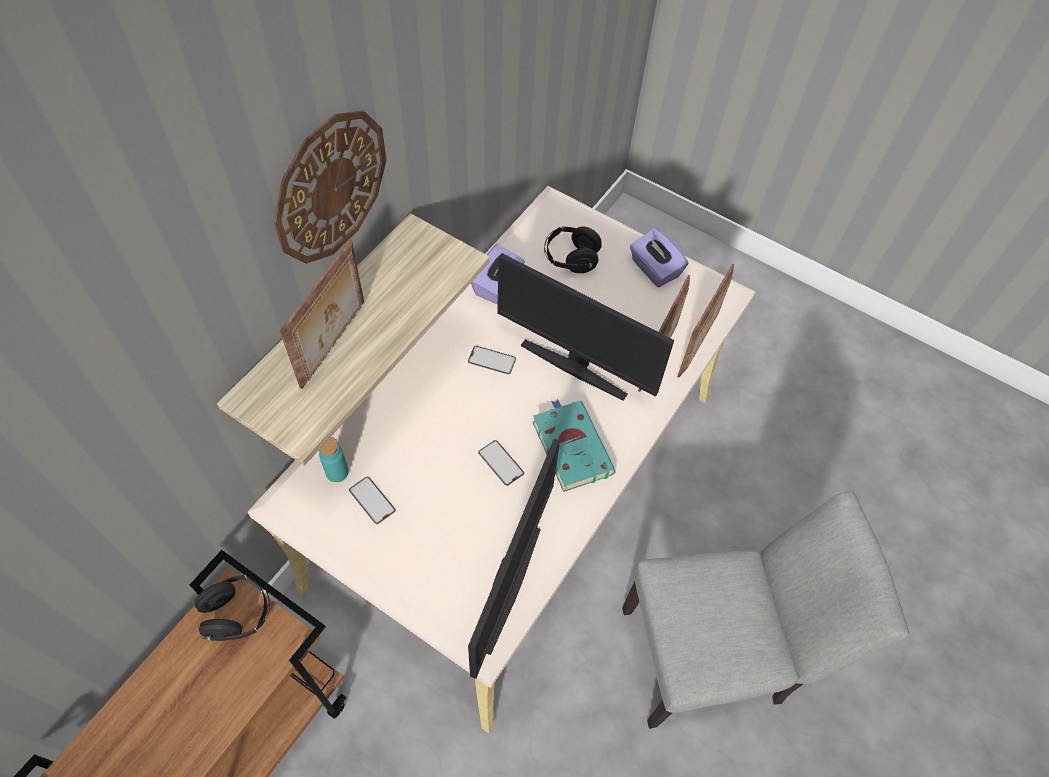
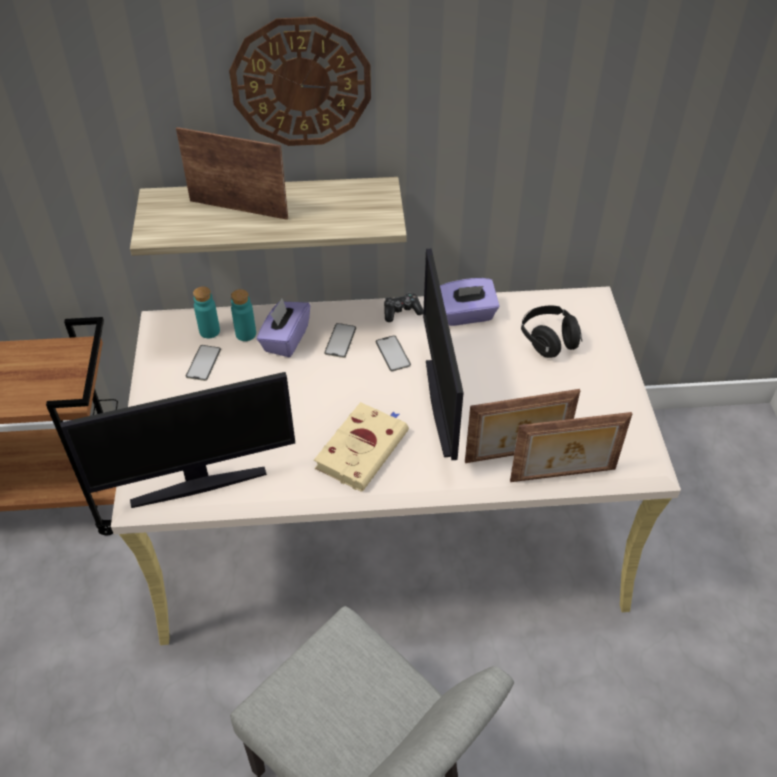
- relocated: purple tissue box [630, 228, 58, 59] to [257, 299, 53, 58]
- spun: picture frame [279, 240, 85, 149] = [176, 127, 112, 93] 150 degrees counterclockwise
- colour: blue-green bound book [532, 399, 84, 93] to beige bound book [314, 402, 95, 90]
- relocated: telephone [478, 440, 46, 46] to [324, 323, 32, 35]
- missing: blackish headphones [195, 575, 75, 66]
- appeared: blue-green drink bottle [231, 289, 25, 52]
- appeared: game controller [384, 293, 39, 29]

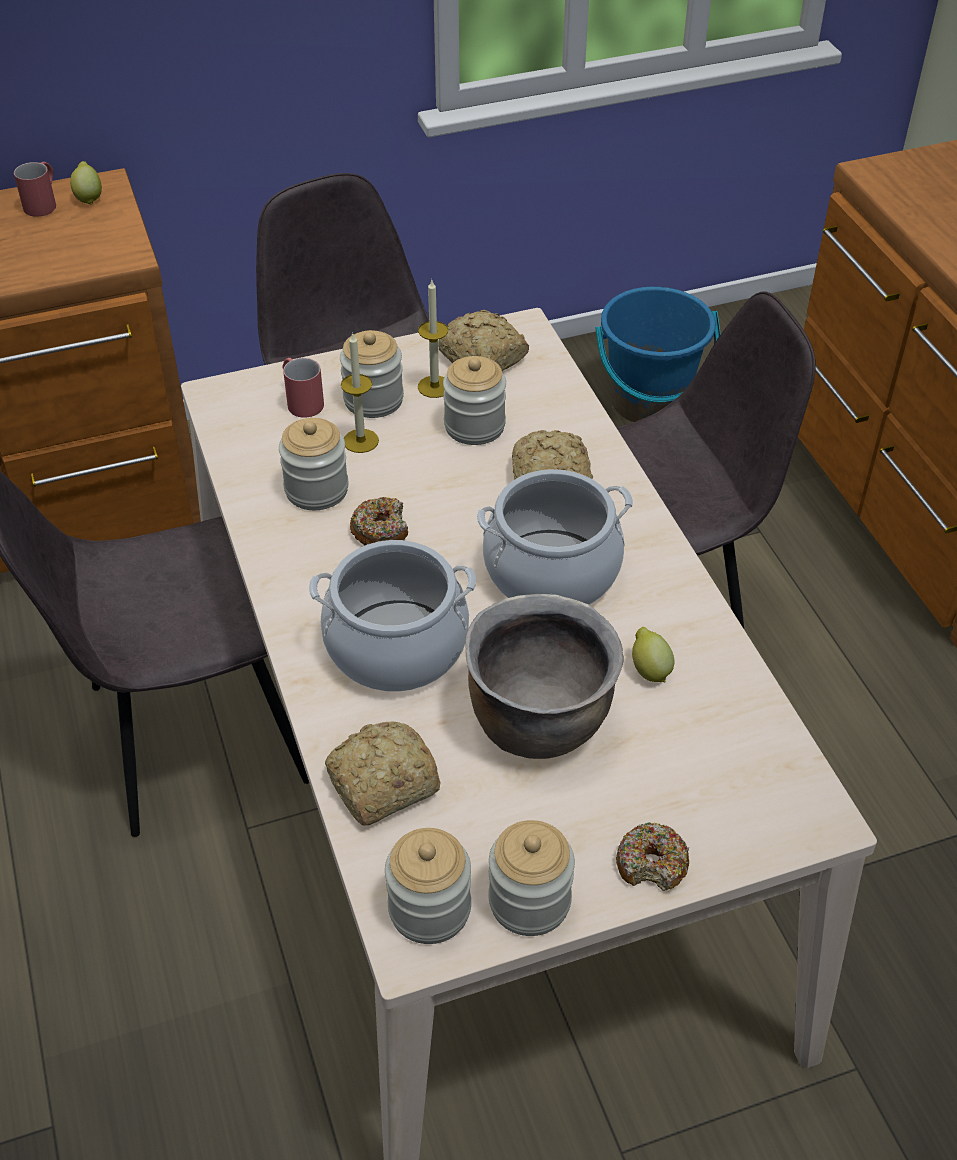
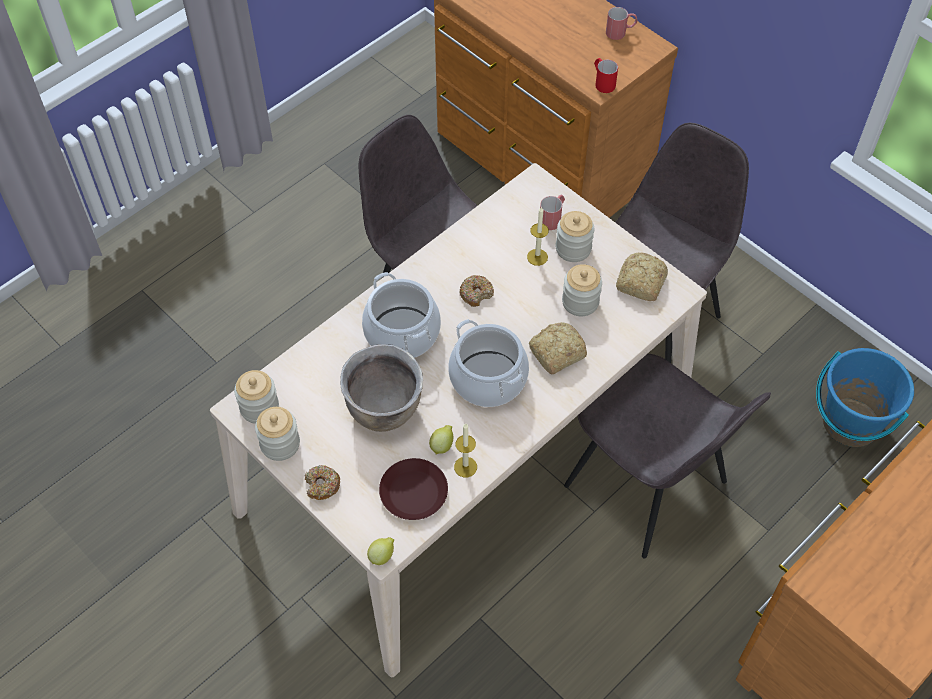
- relocated: whole lemon [70, 161, 32, 44] to [367, 537, 27, 28]
- relocated: candle [418, 280, 30, 118] to [454, 423, 23, 54]
- missing: jar [279, 418, 70, 92]
- missing: bakery bread [325, 722, 115, 104]
- appeared: reddish mug [594, 58, 24, 35]
- appeared: brown-coloured dinner plate [379, 458, 69, 62]

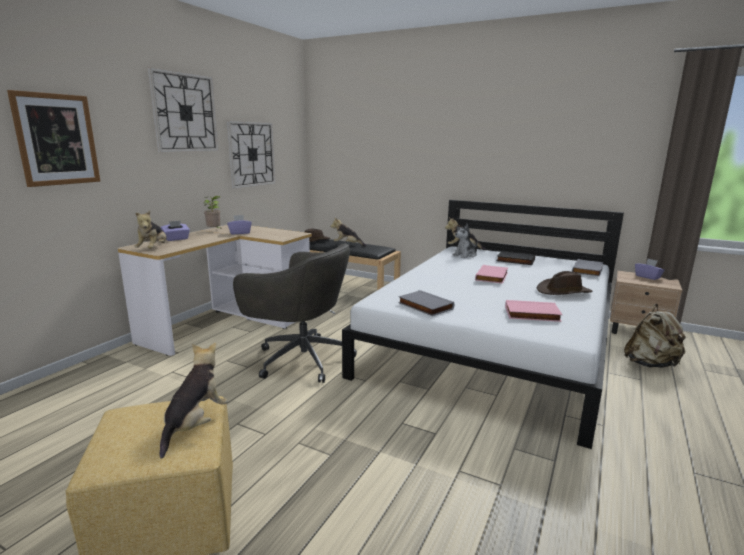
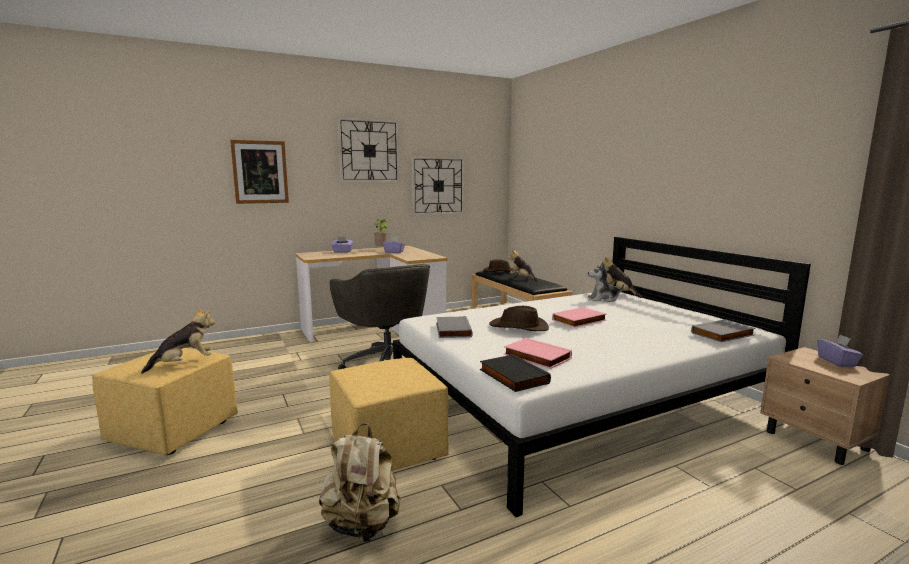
- missing: soft toy [134, 210, 33, 38]
- relocated: blackish bound book [496, 251, 39, 14] to [480, 354, 71, 38]
- relocated: brown-coloured clothing hat [537, 271, 55, 24] to [489, 306, 60, 25]
- relocated: beige knapsack [624, 303, 63, 65] to [319, 423, 81, 119]
- appeared: yellow-coloured footrest [330, 358, 119, 113]

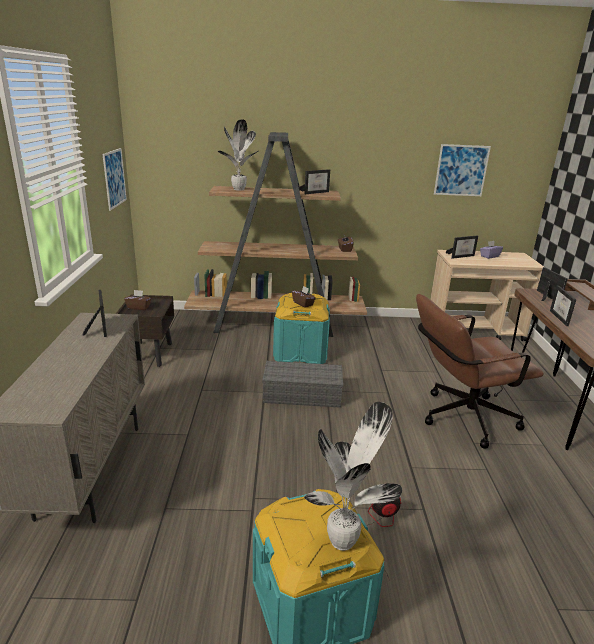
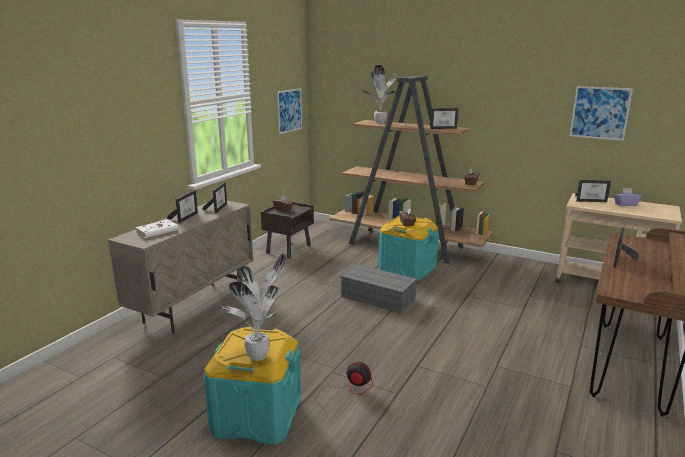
- relocated: picture frame [537, 267, 30, 34] to [167, 190, 31, 33]
- missing: brown-coloured office chair [416, 294, 128, 155]
- appeared: whitish bound book [135, 220, 44, 18]

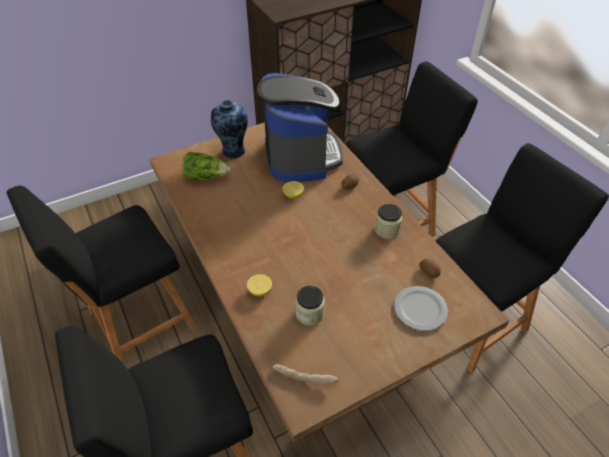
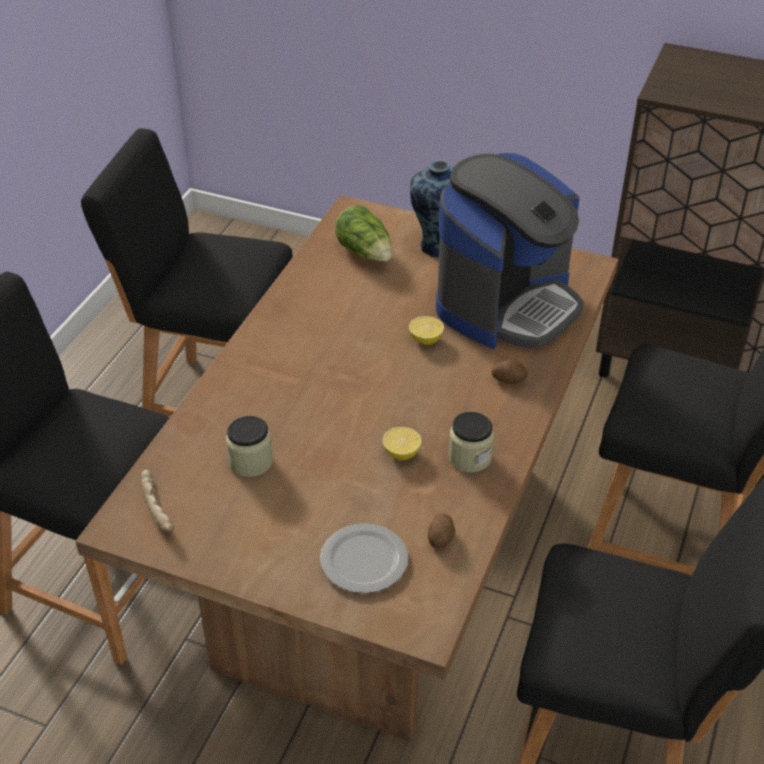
- relocated: whole lemon [247, 274, 25, 22] to [383, 427, 39, 33]

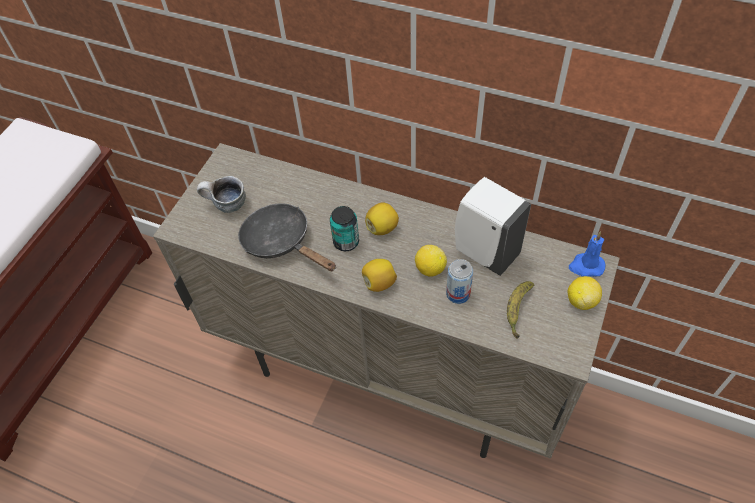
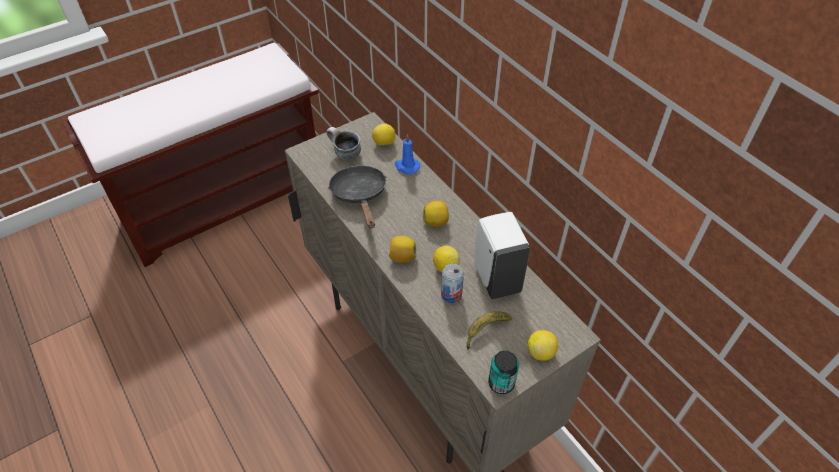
- relocated: metal can [330, 206, 29, 45] to [488, 351, 31, 43]
- relocated: blue candle [569, 232, 37, 45] to [395, 134, 25, 40]
- appeared: whole lemon [372, 123, 23, 22]

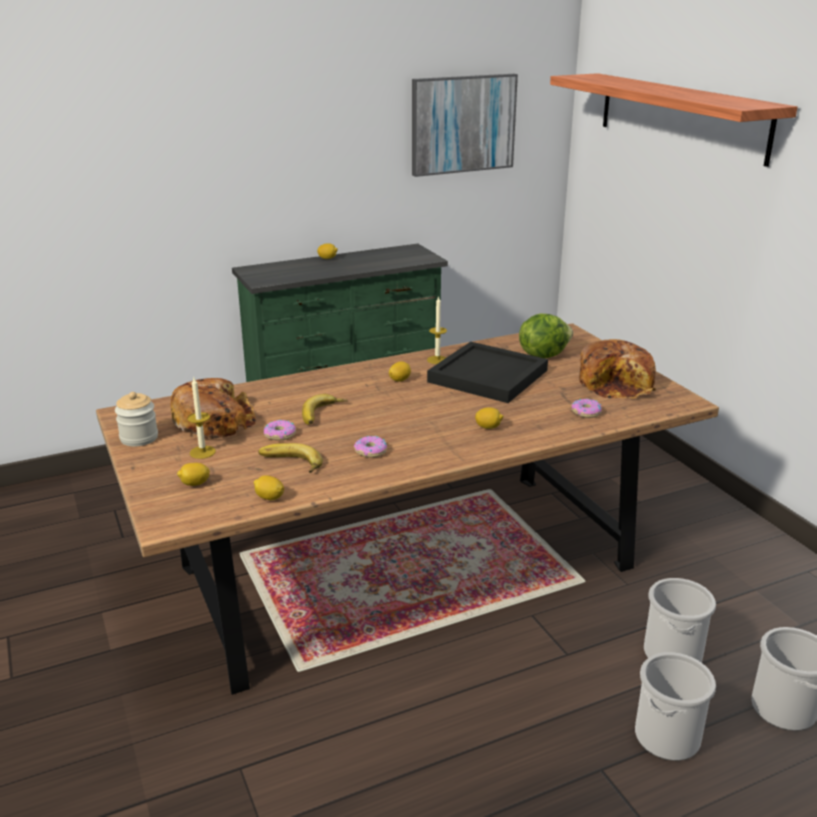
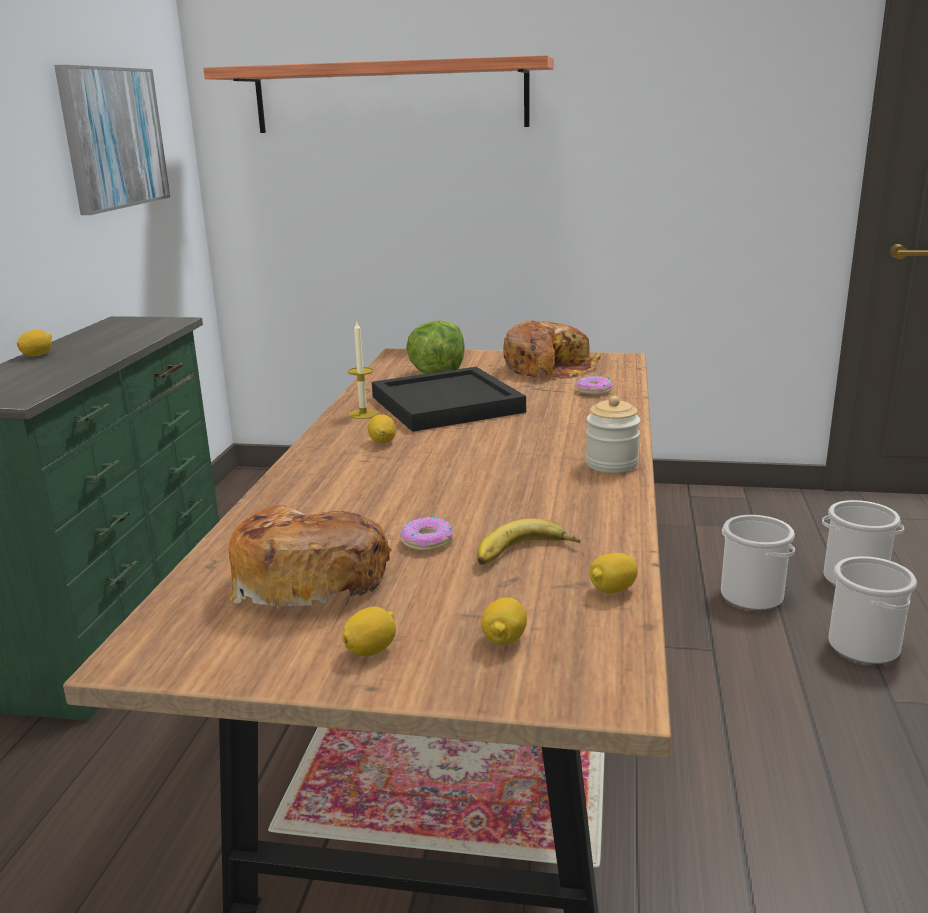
- missing: candle [187, 378, 29, 81]
- relocated: jar [115, 392, 43, 55] to [586, 396, 55, 77]
- missing: whole banana [302, 394, 46, 31]
- relocated: whole lemon [475, 408, 28, 21] to [342, 607, 54, 49]
- missing: doughnut [354, 436, 33, 22]

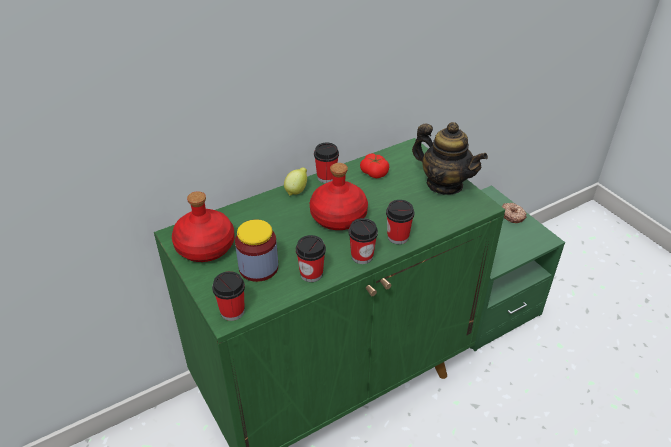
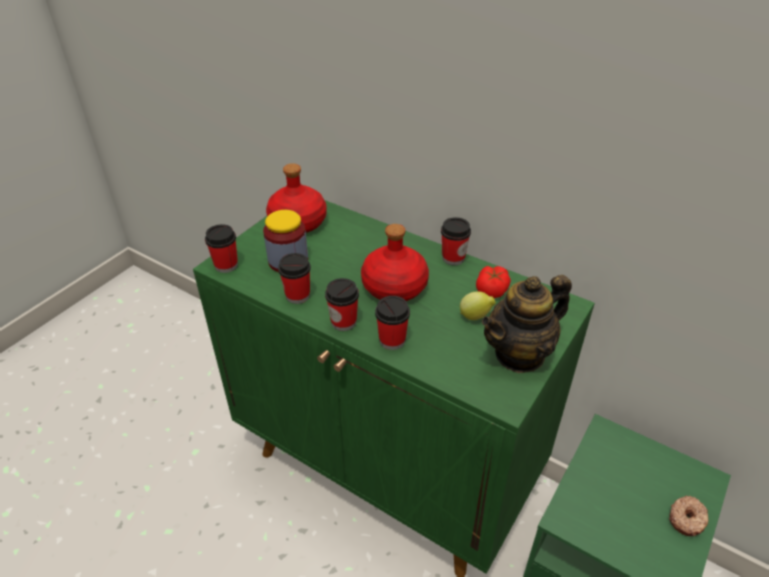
- spun: teapot [412, 122, 76, 73] = [482, 275, 90, 98] 45 degrees clockwise
- relocated: whole lemon [284, 168, 23, 28] to [460, 291, 36, 29]

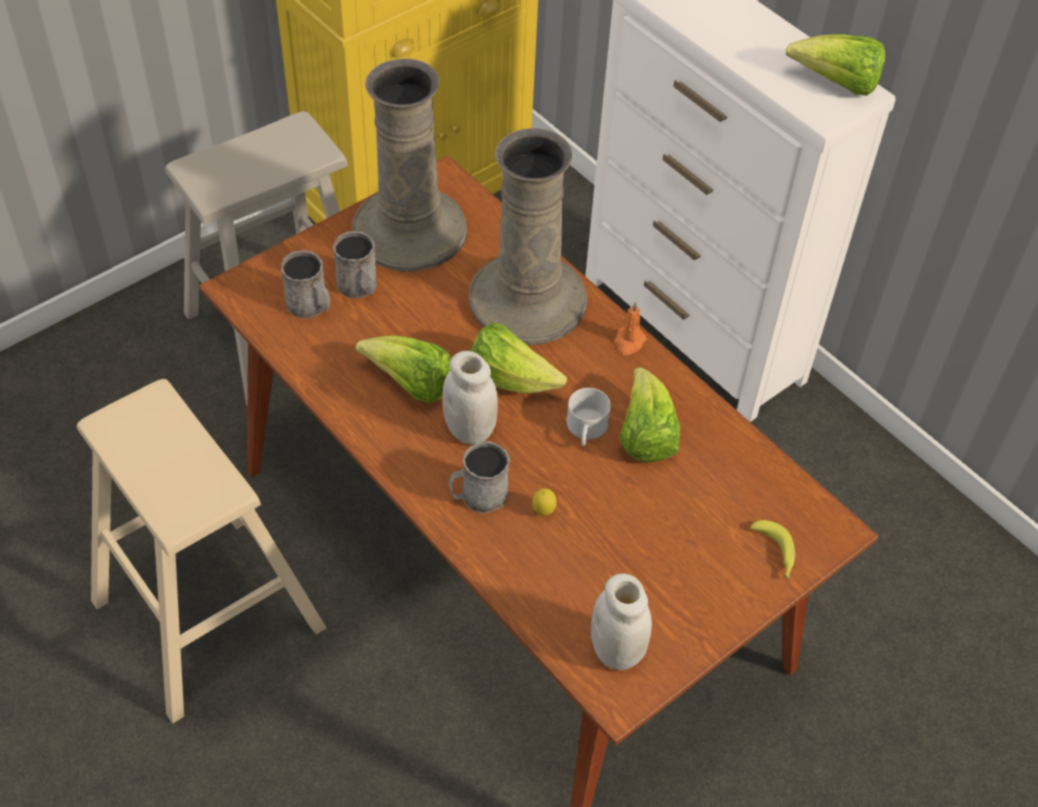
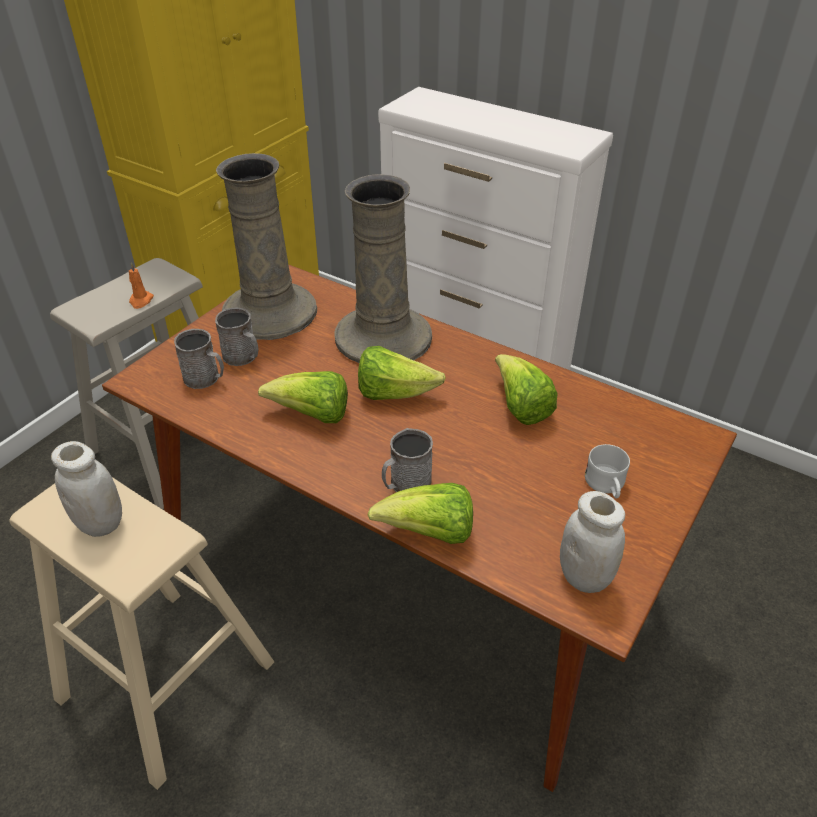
- relocated: lettuce head [786, 34, 99, 62] to [367, 483, 106, 61]
- relocated: orange candle [615, 301, 31, 54] to [128, 262, 26, 47]
- relocated: whitish jar [443, 351, 55, 93] to [51, 441, 71, 96]
- relocated: whitish mug [566, 388, 45, 58] to [585, 444, 45, 54]
- missing: whole lemon [532, 488, 25, 28]
- missing: whole banana [751, 520, 44, 59]

